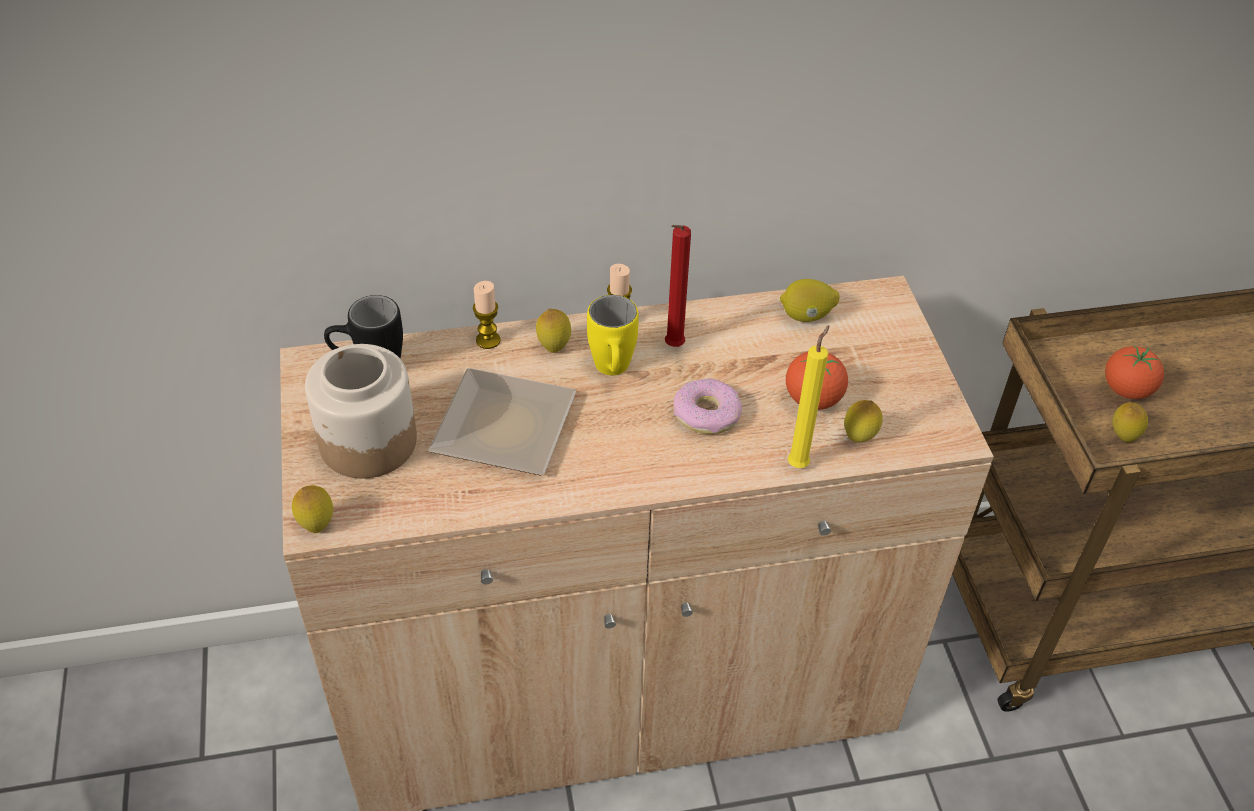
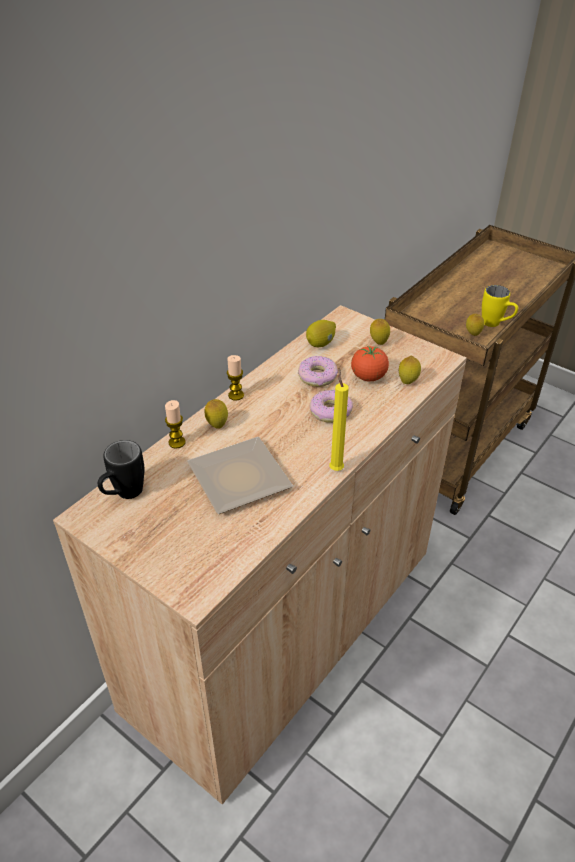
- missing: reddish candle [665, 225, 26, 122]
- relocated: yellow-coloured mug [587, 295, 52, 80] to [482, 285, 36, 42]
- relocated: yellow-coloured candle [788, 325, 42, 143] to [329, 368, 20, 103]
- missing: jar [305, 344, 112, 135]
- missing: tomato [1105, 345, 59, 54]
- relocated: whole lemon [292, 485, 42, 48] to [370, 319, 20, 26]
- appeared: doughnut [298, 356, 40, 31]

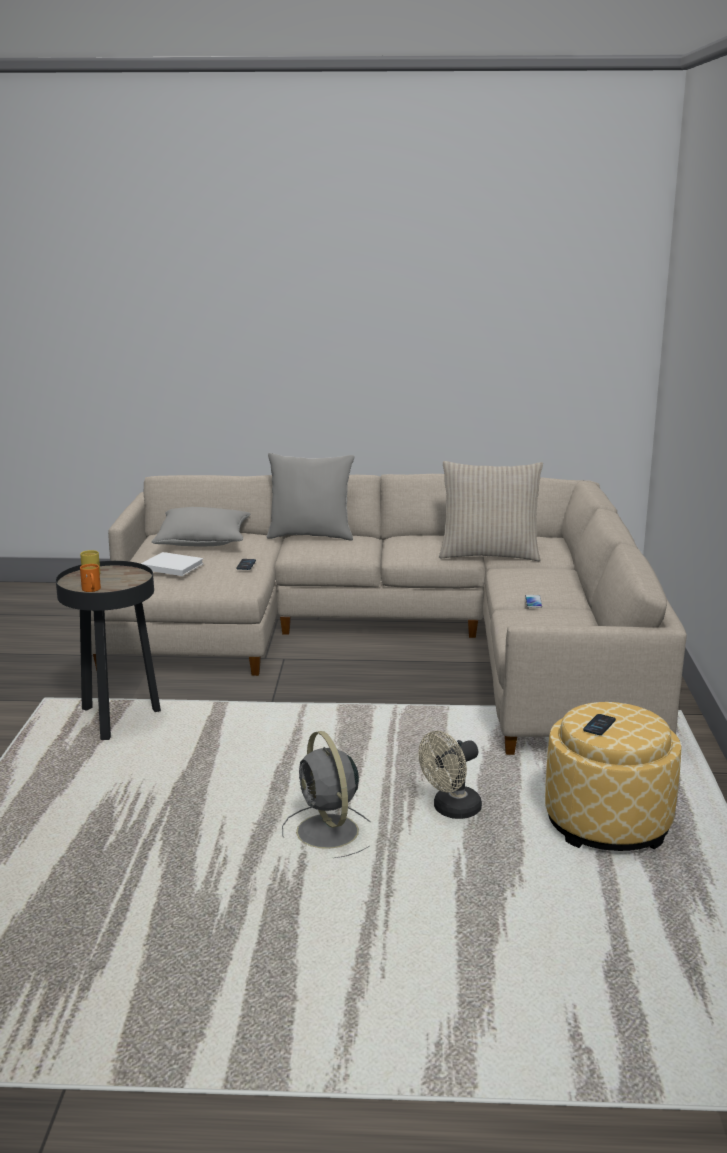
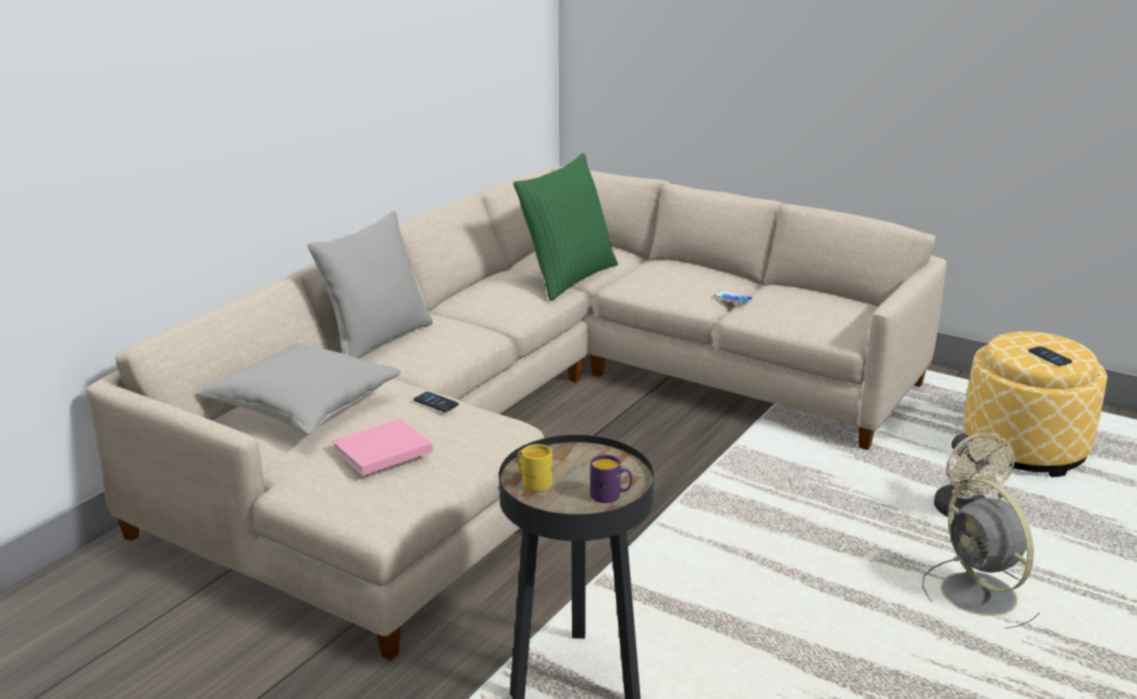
- colour: beige cushion [439, 461, 104, 100] to green cushion [513, 153, 105, 148]
- colour: whitish bound book [141, 552, 63, 24] to pink bound book [332, 419, 101, 57]
- colour: orange mug [80, 564, 21, 28] to purple mug [590, 455, 42, 48]
- spun: gray electric fan [282, 731, 88, 127] = [922, 479, 118, 150] 60 degrees clockwise

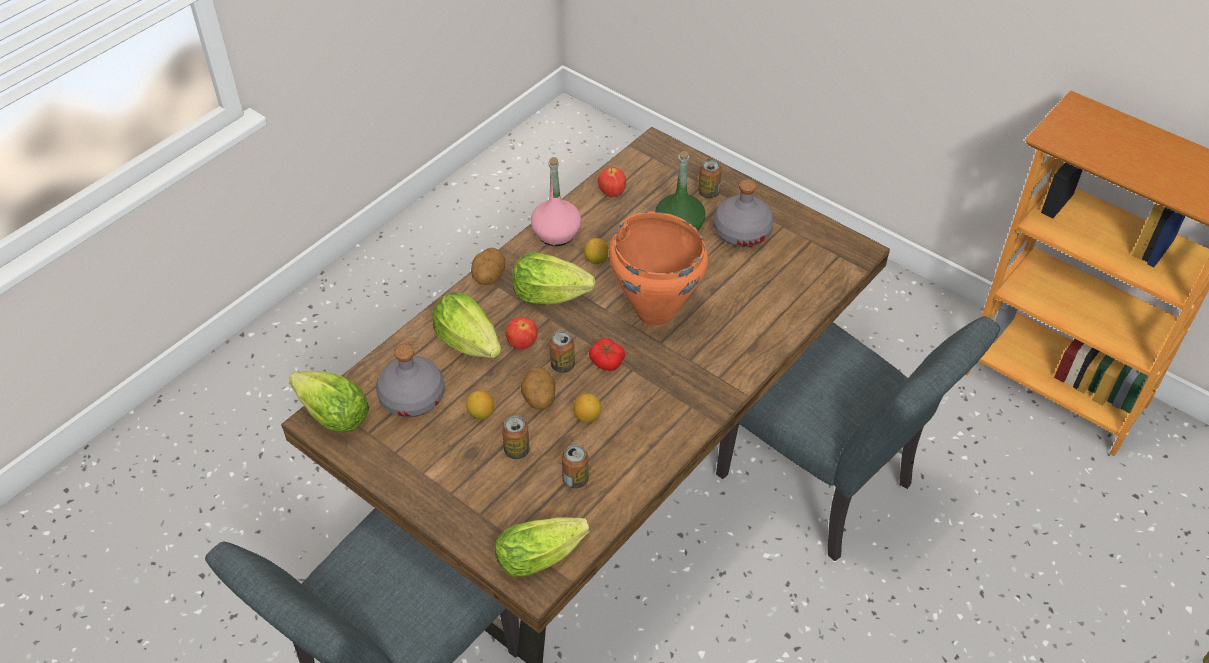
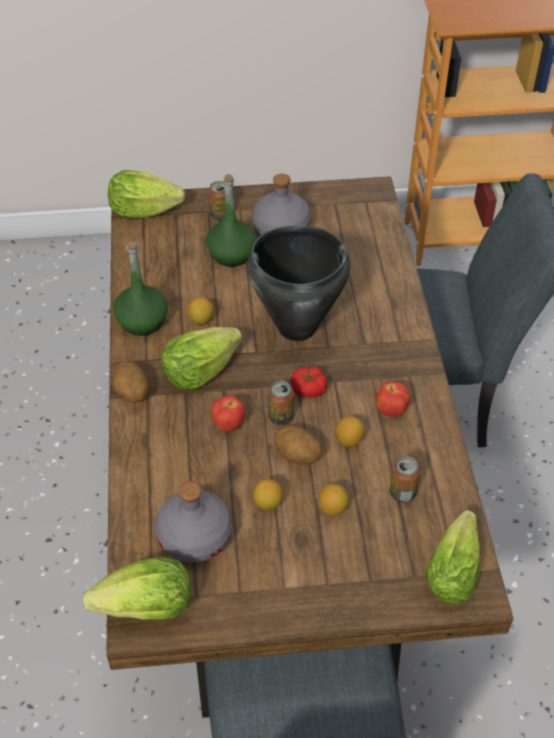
- colour: pink drink bottle [531, 157, 50, 89] to green drink bottle [113, 241, 55, 95]
- relocated: apple [598, 167, 28, 31] to [376, 382, 34, 34]
- colour: orange saucepot [609, 212, 100, 114] to blackish saucepot [247, 225, 104, 116]
- relocated: lettuce head [432, 292, 69, 66] to [108, 170, 77, 49]
- exchanged: metal can [502, 415, 28, 44] to whole lemon [318, 484, 31, 32]

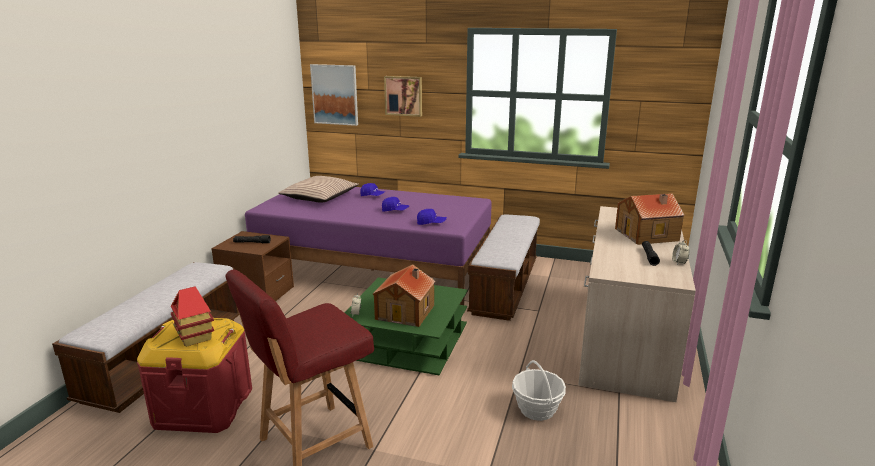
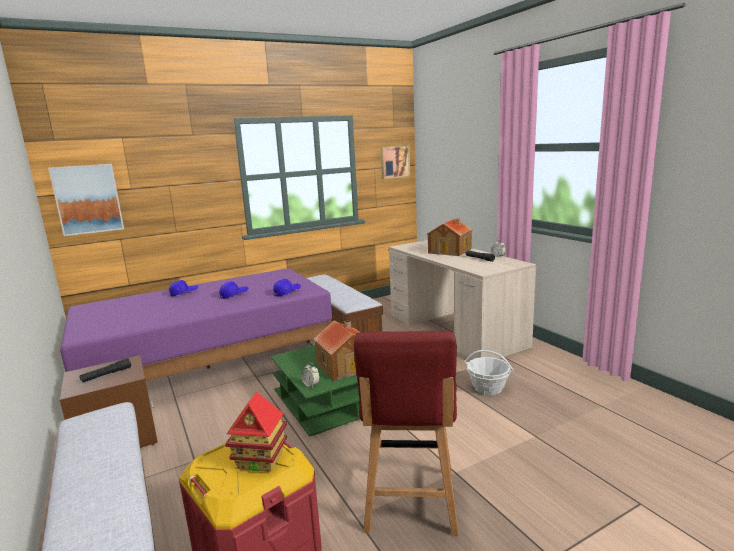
- relocated: picture [384, 76, 38, 41] to [381, 145, 29, 34]
- missing: cushion [278, 176, 81, 27]

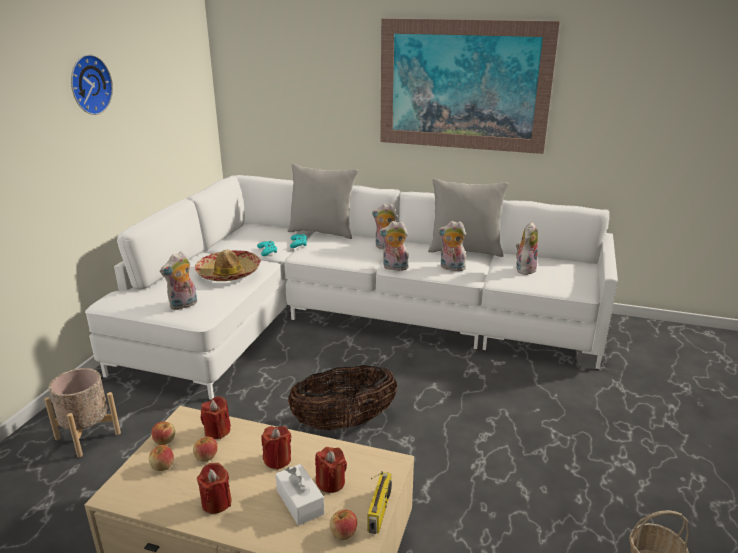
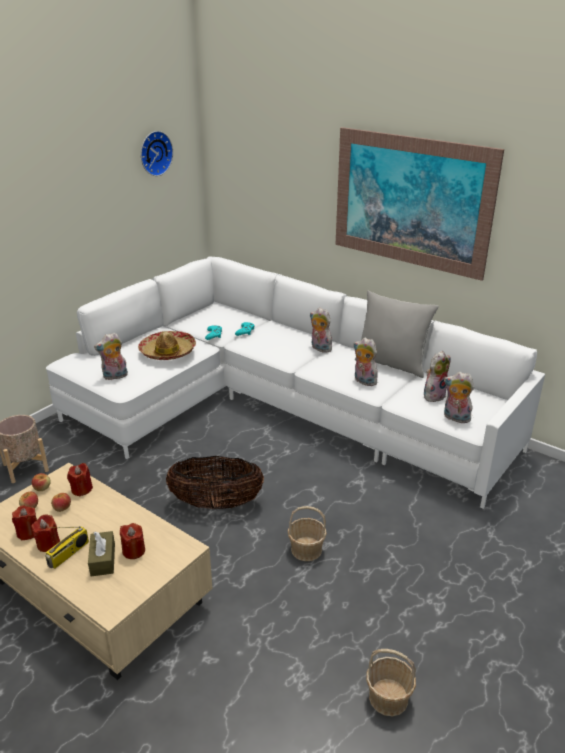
- relocated: wall clock [71, 54, 42, 61] to [141, 131, 32, 45]
- missing: gray cushion [287, 164, 71, 75]
- relocated: soft toy [379, 221, 30, 50] to [444, 372, 30, 51]
- relocated: reddish candle [261, 426, 30, 44] to [12, 505, 25, 35]
- colour: whitish tissue box [276, 464, 49, 62] to brown-coloured tissue box [88, 531, 27, 45]
- relocated: radio receiver [367, 471, 25, 63] to [45, 526, 44, 43]
- missing: apple [330, 509, 27, 31]
- appeared: basket [288, 506, 39, 55]

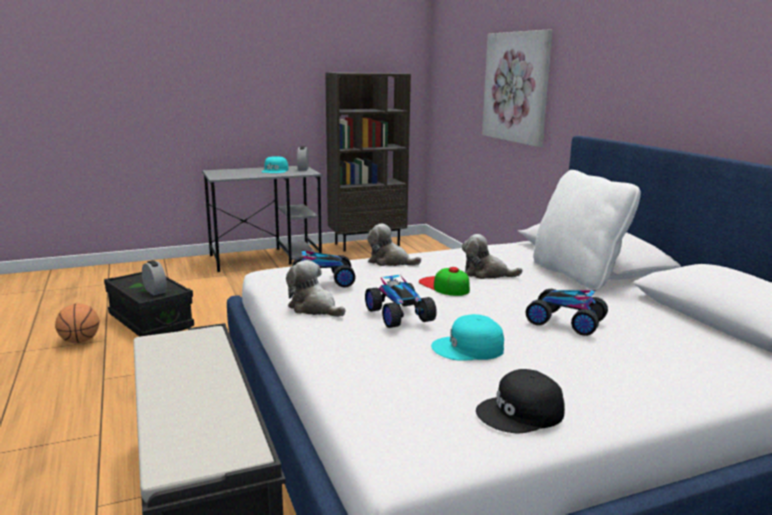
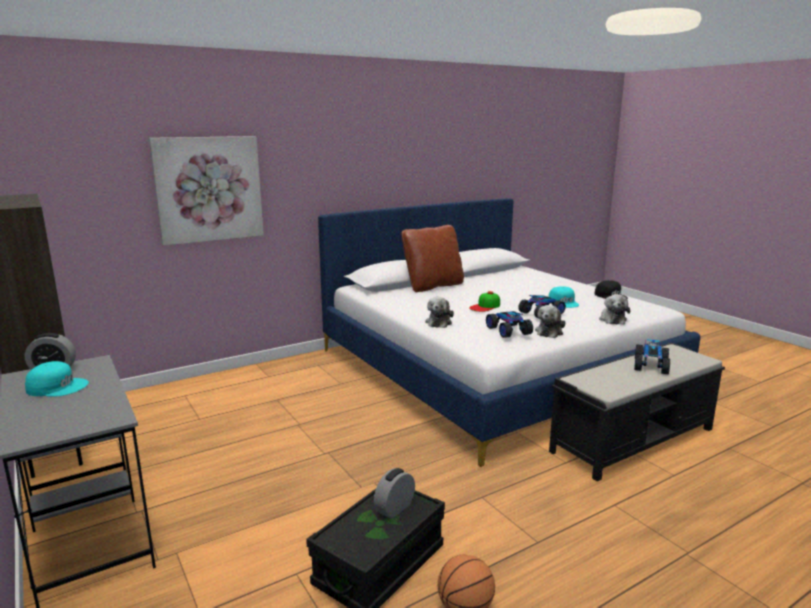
- colour: whitish cushion [533, 170, 108, 121] to brown-coloured cushion [402, 225, 62, 67]
- relocated: soft toy [462, 234, 60, 45] to [599, 294, 31, 31]
- relocated: miniature car [525, 289, 83, 47] to [634, 339, 36, 35]

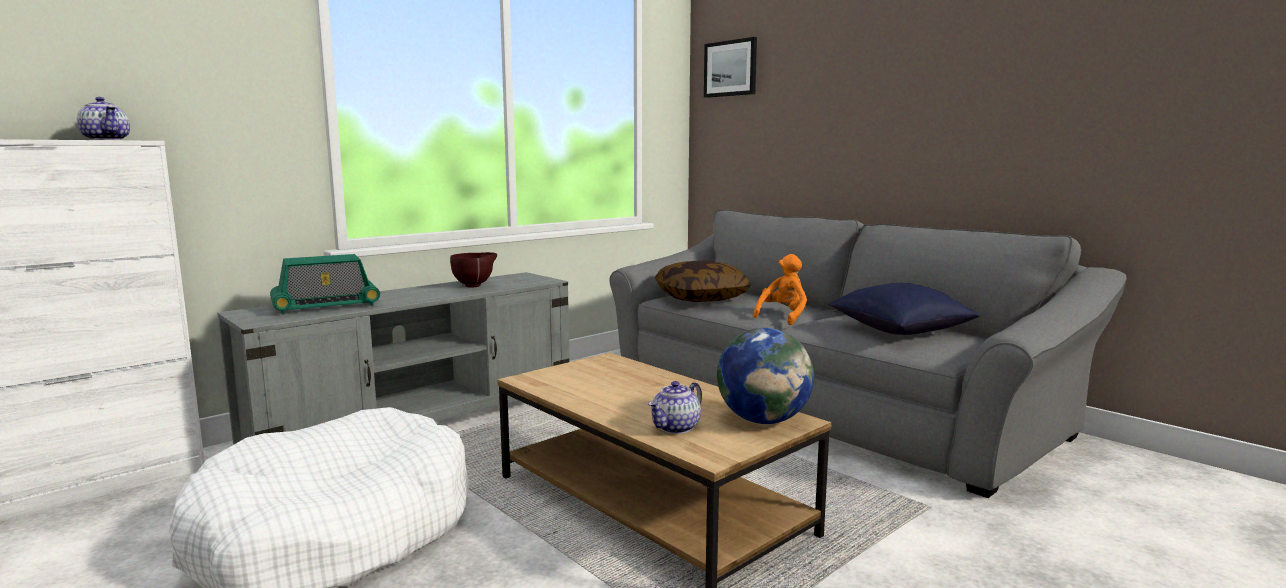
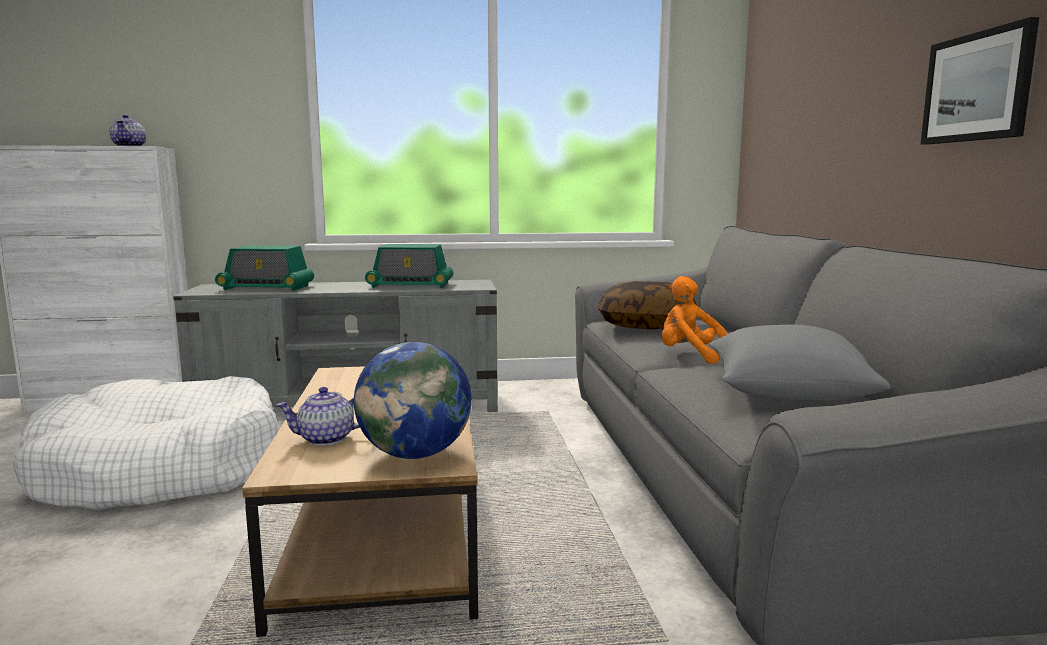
- relocated: picture [704, 37, 53, 61] to [921, 17, 118, 128]
- exchanged: brown-coloured deep dish [450, 252, 47, 36] to radio receiver [365, 244, 88, 44]
- spun: orange soft toy [753, 254, 54, 71] = [661, 276, 67, 88] 120 degrees counterclockwise
- colour: blue cushion [828, 283, 151, 52] to gray cushion [709, 325, 182, 75]

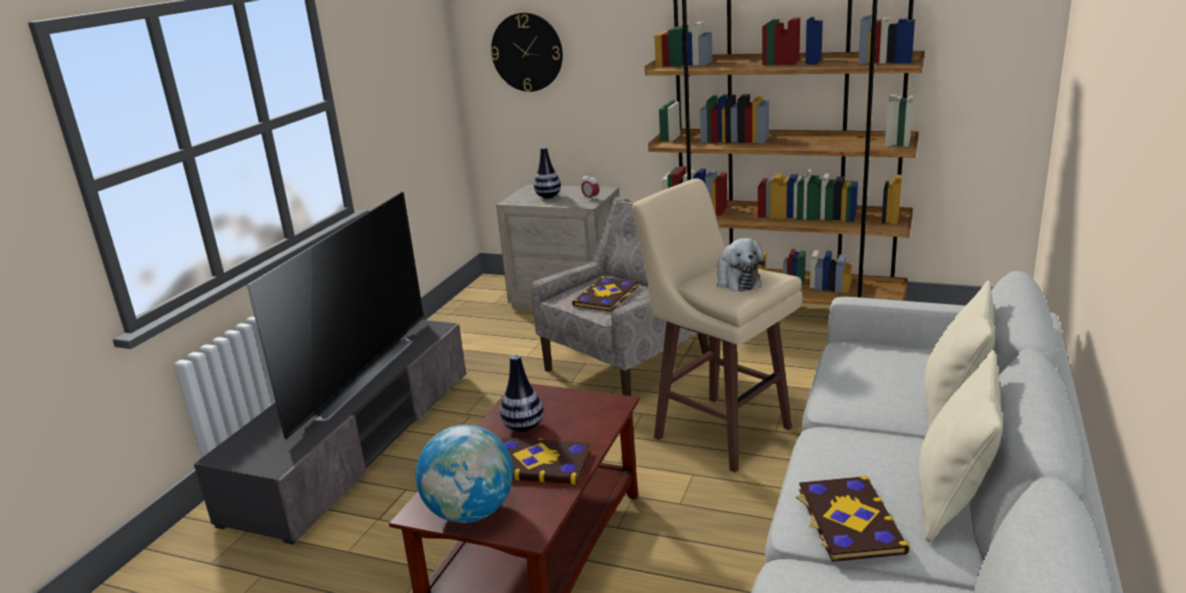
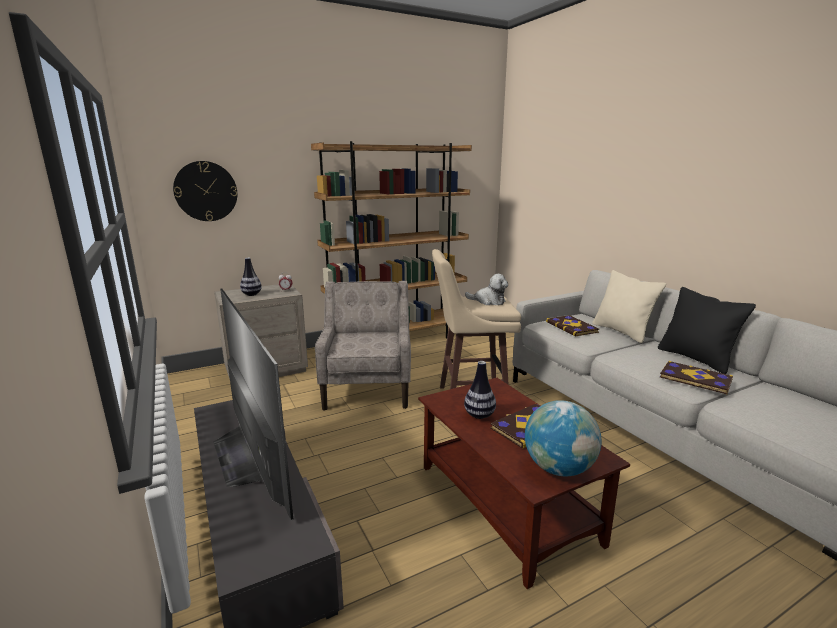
- relocated: bound book [572, 277, 66, 35] to [546, 315, 53, 22]
- colour: beige cushion [919, 350, 84, 192] to blackish cushion [658, 287, 98, 87]

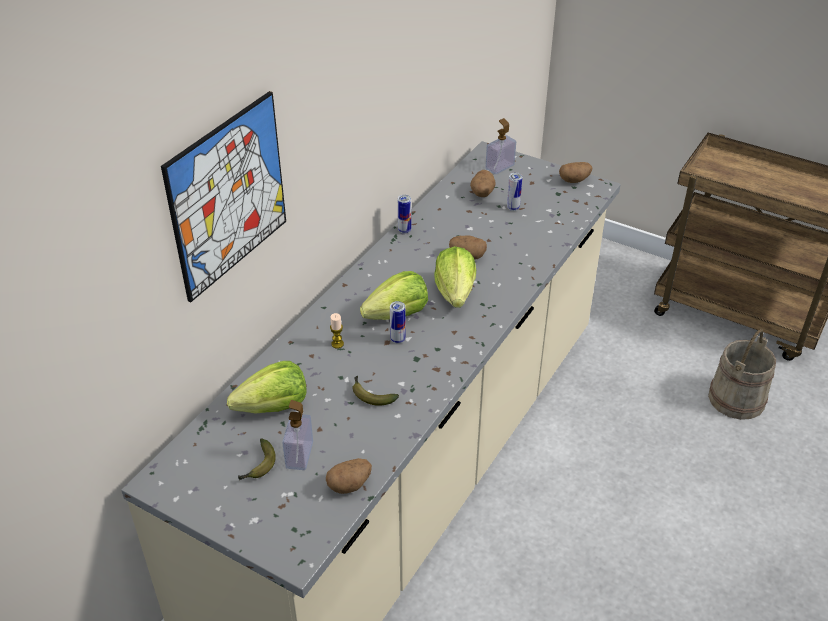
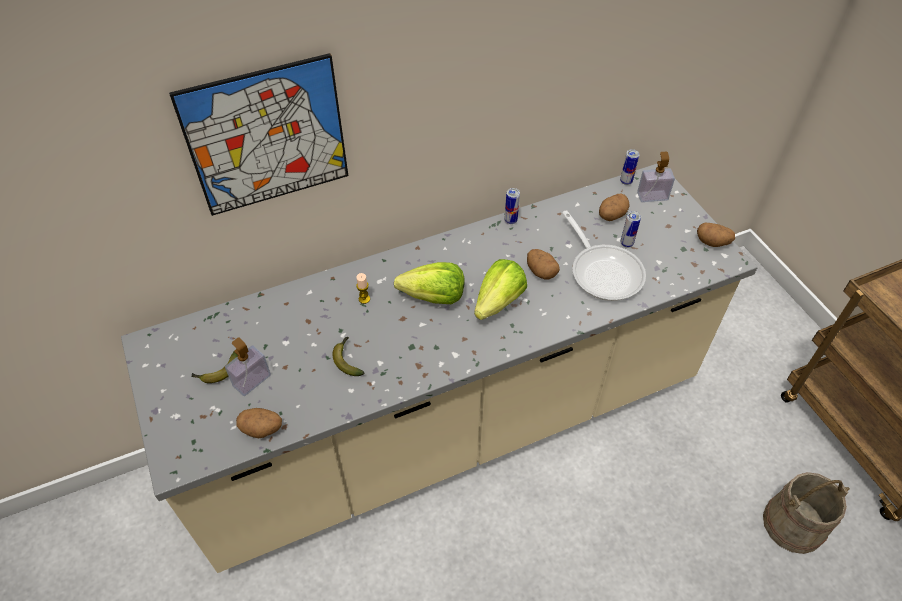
- relocated: metal can [390, 301, 16, 43] to [620, 149, 20, 36]
- missing: lettuce head [227, 361, 79, 53]
- appeared: skillet [562, 210, 84, 91]

